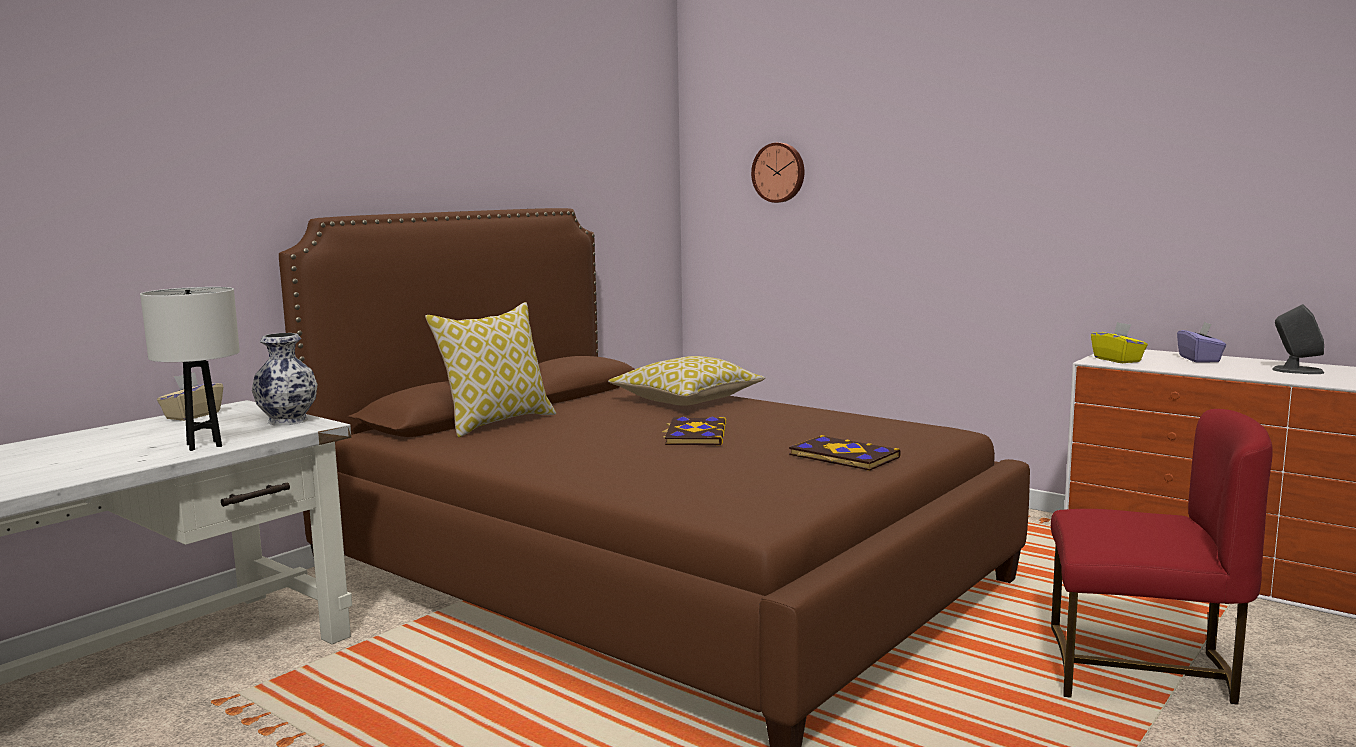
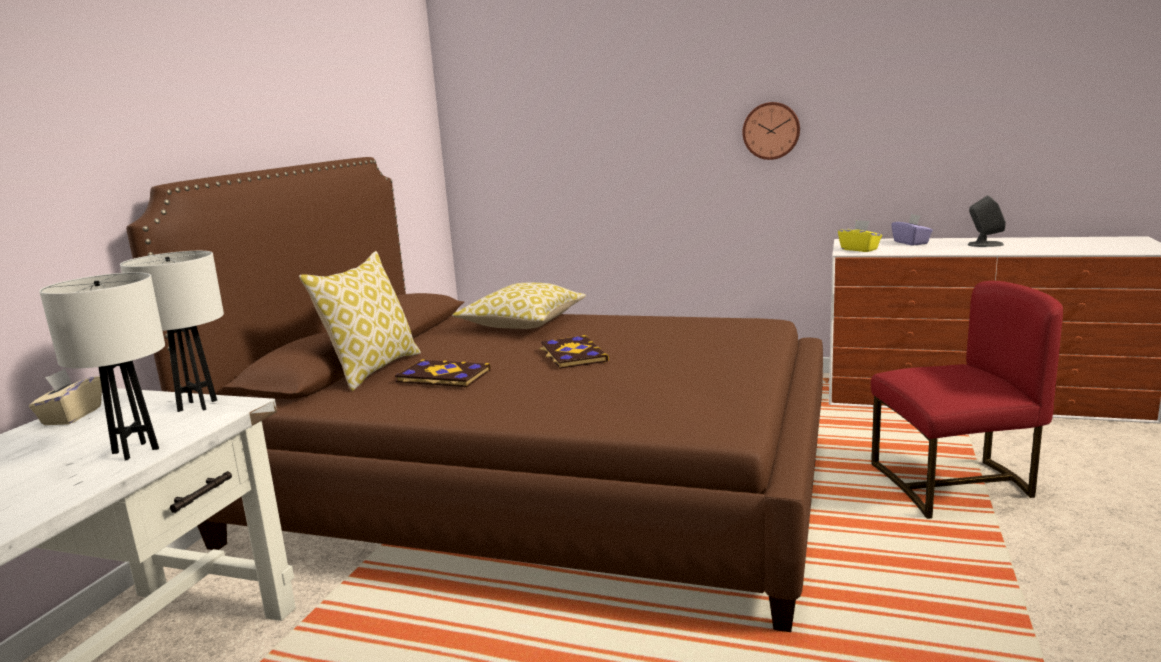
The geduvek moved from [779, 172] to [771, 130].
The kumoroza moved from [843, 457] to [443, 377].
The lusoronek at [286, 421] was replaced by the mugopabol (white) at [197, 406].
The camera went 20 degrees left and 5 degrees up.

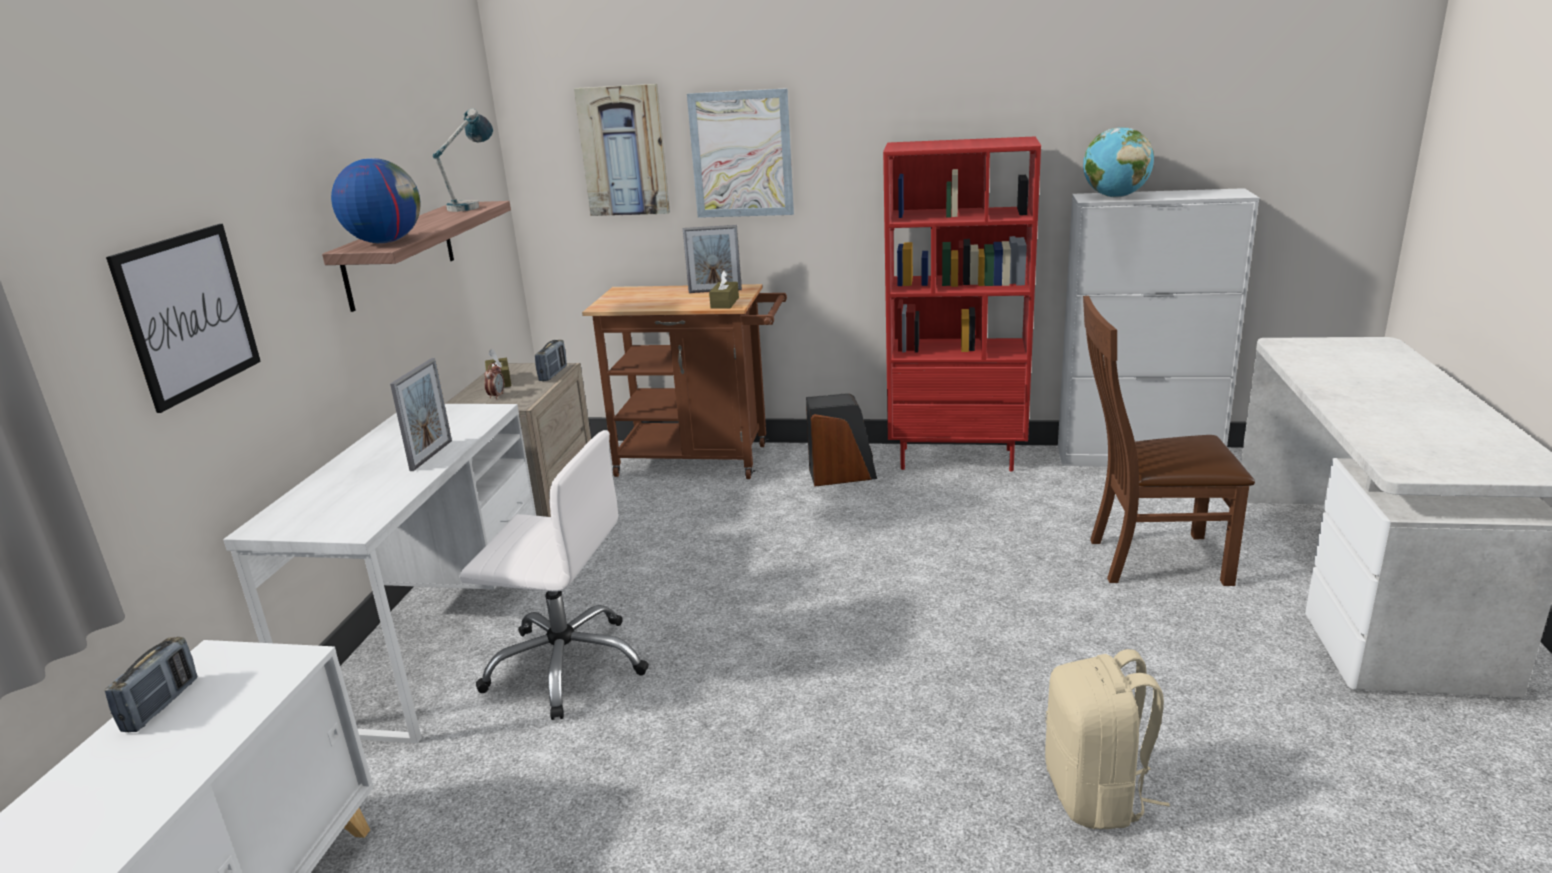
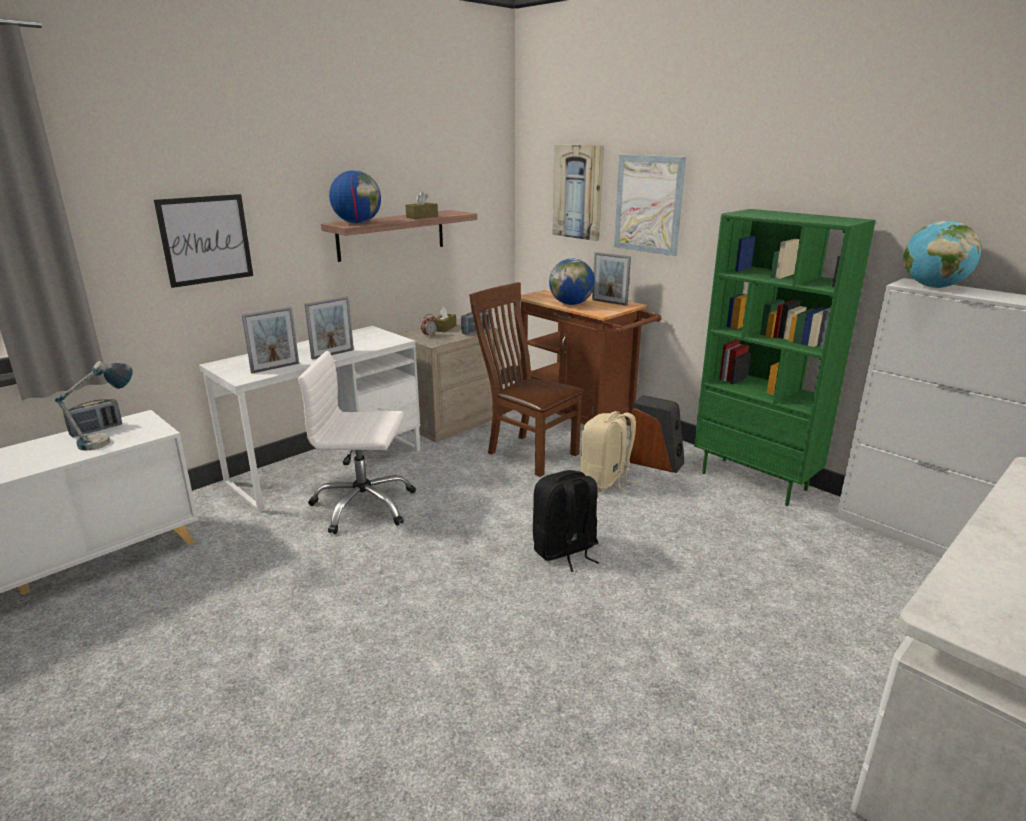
The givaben at [275, 368] appeared.
The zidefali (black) at [565, 551] appeared.
The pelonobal at [571, 304] appeared.
The mugopabol moved from [473, 206] to [109, 441].
The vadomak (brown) moved from [724, 303] to [422, 217].
The zidefali (beige) moved from [1096, 795] to [606, 481].
The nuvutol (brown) moved from [1148, 559] to [527, 452].
The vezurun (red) at [957, 458] became the vezurun (green) at [755, 481].
The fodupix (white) at [566, 665] turned 135 degrees clockwise.
The camera went 35 degrees right and 0 degrees up.

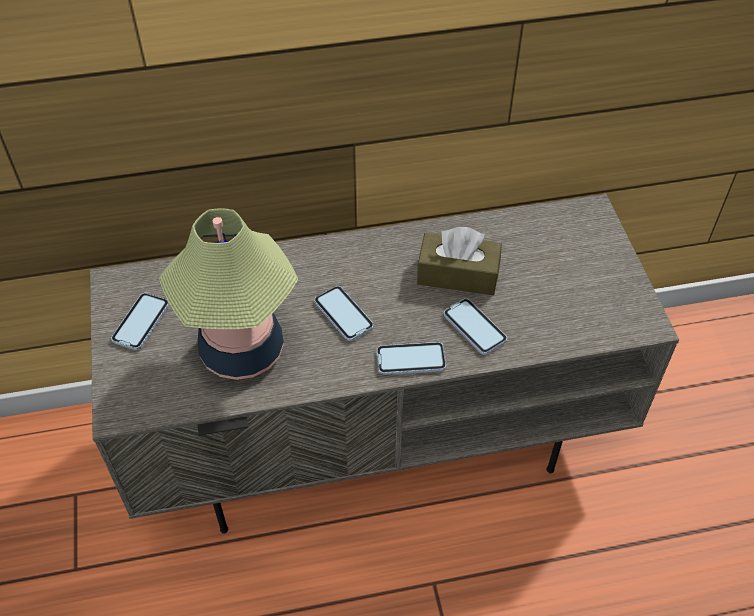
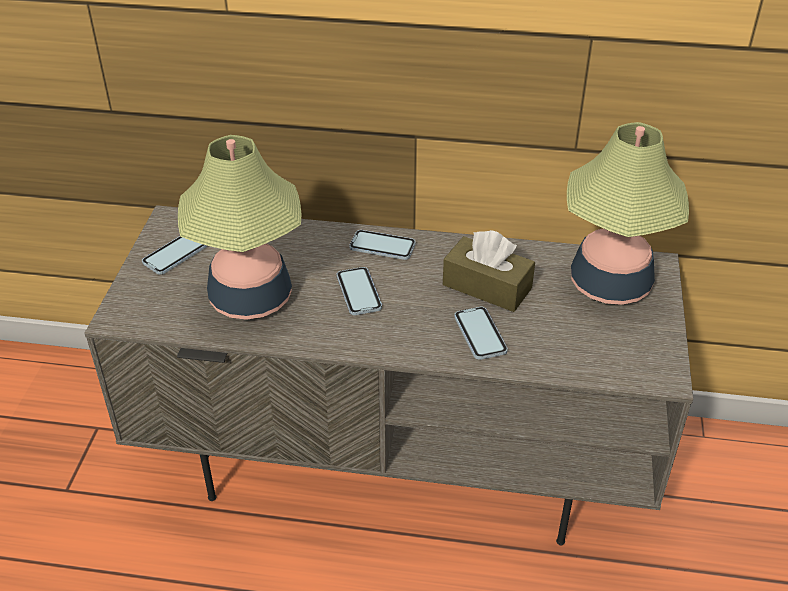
The mugopabol at [610, 283] appeared.
The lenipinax moved from [411, 360] to [382, 246].
The camera went 20 degrees right and 10 degrees down.

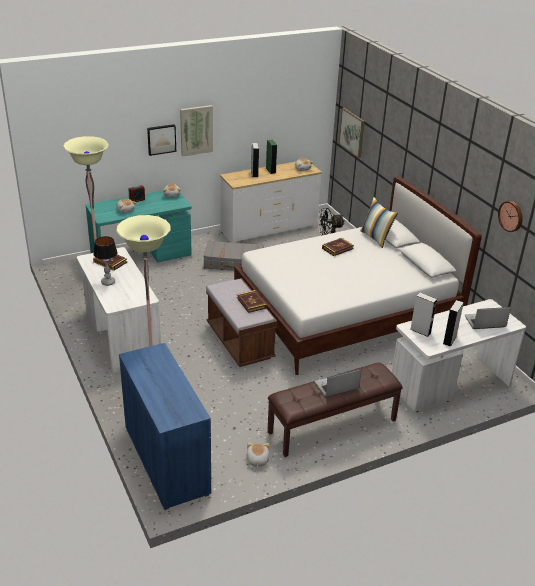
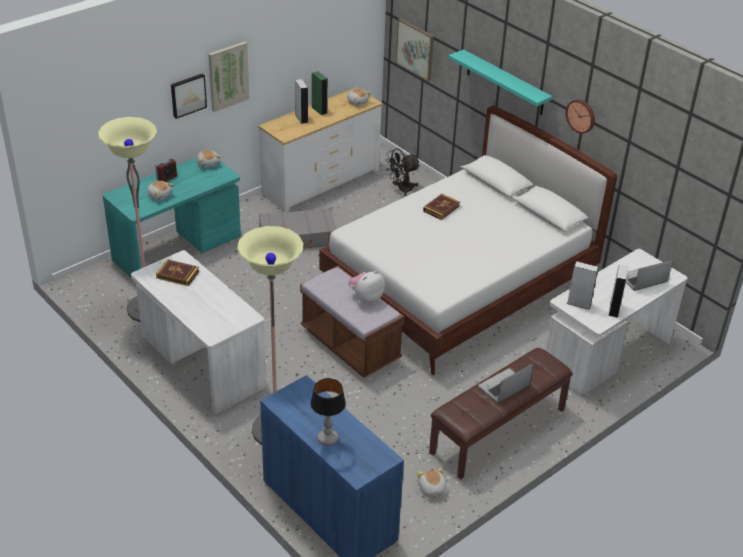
The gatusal at [376, 238] disappeared.
The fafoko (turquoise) at [505, 83] appeared.
The mugopabol moved from [108, 282] to [328, 439].
The geduvek moved from [511, 216] to [581, 115].
The kumoroza at [251, 303] was replaced by the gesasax at [366, 298].
The camera went 15 degrees left and 5 degrees up.

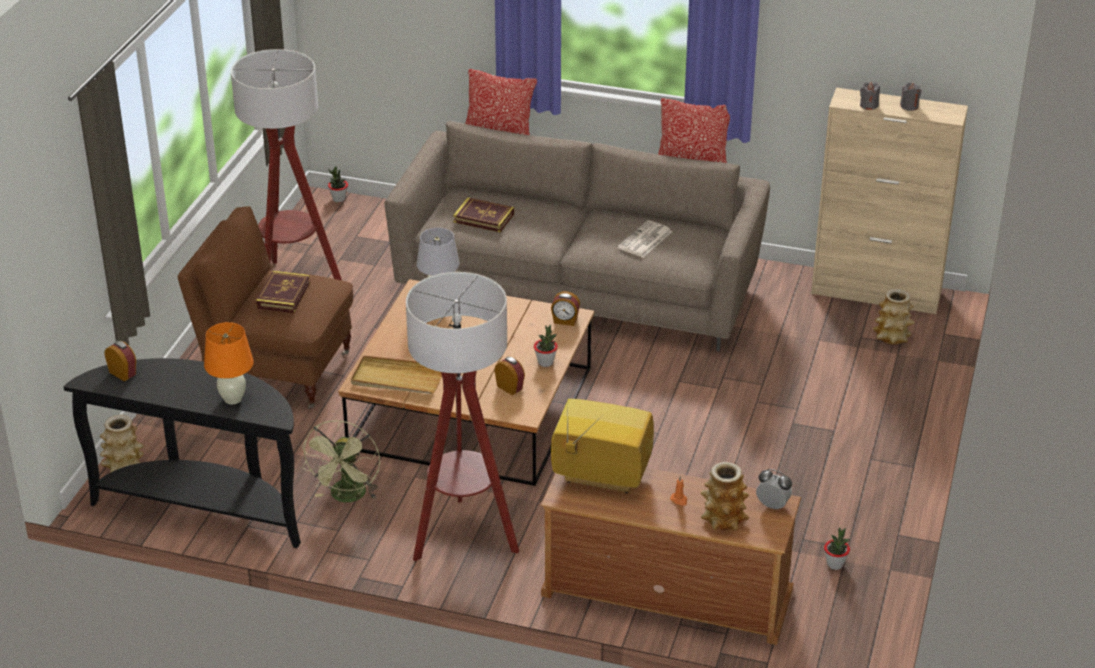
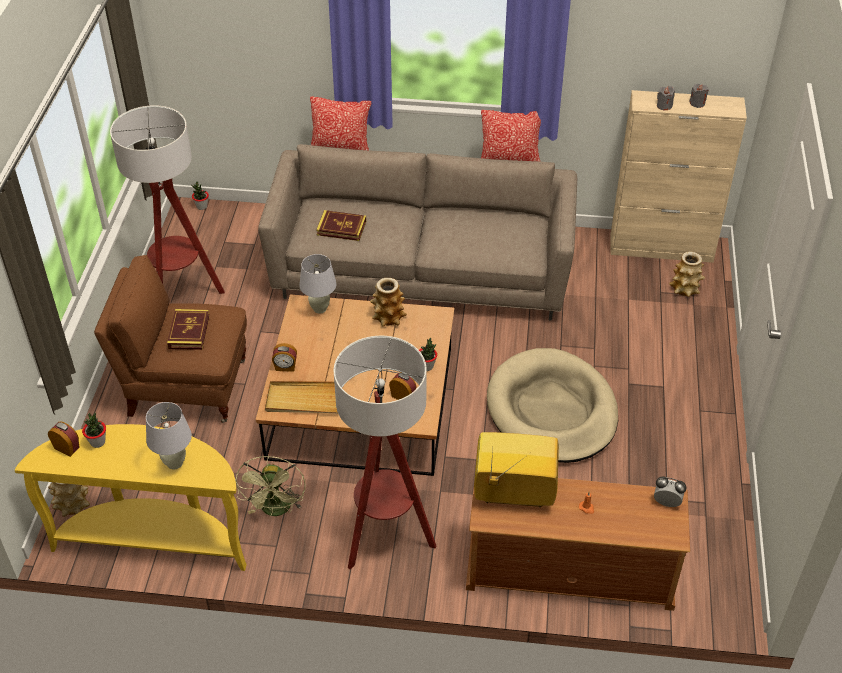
The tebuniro at [645, 240] disappeared.
The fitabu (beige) at [552, 410] appeared.
The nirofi moved from [565, 321] to [285, 367].
The lusoronek moved from [723, 519] to [388, 317].
The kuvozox moved from [835, 564] to [98, 442].
The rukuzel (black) at [205, 507] became the rukuzel (yellow) at [154, 539].
The mugopabol (orange) at [233, 399] became the mugopabol (white) at [174, 463].
The camera went 10 degrees left and 10 degrees up.

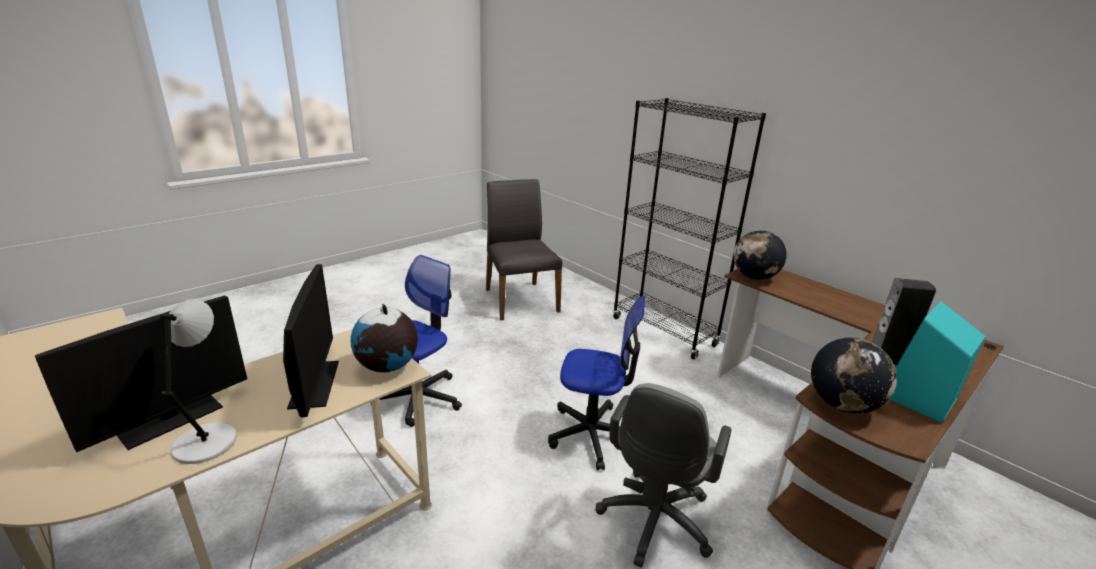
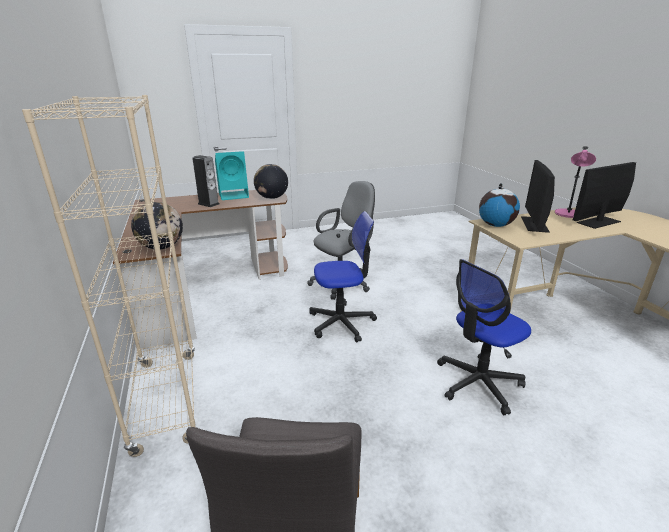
The mugopabol (grey) at [207, 441] became the mugopabol (pink) at [568, 214].
The vezurun (black) at [664, 332] became the vezurun (beige) at [166, 400].
The fodupix at [592, 434] turned 135 degrees clockwise.
The camera went 155 degrees left and 0 degrees up.

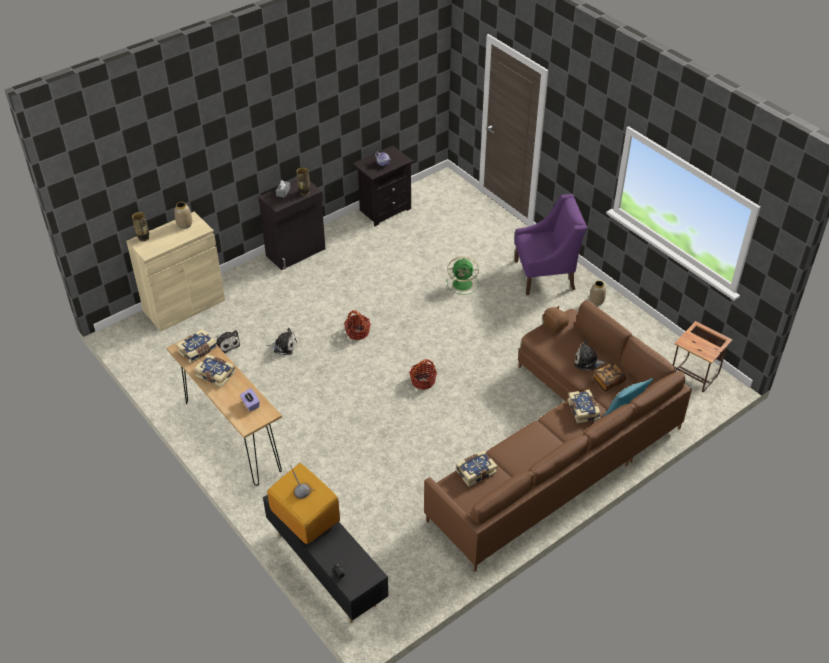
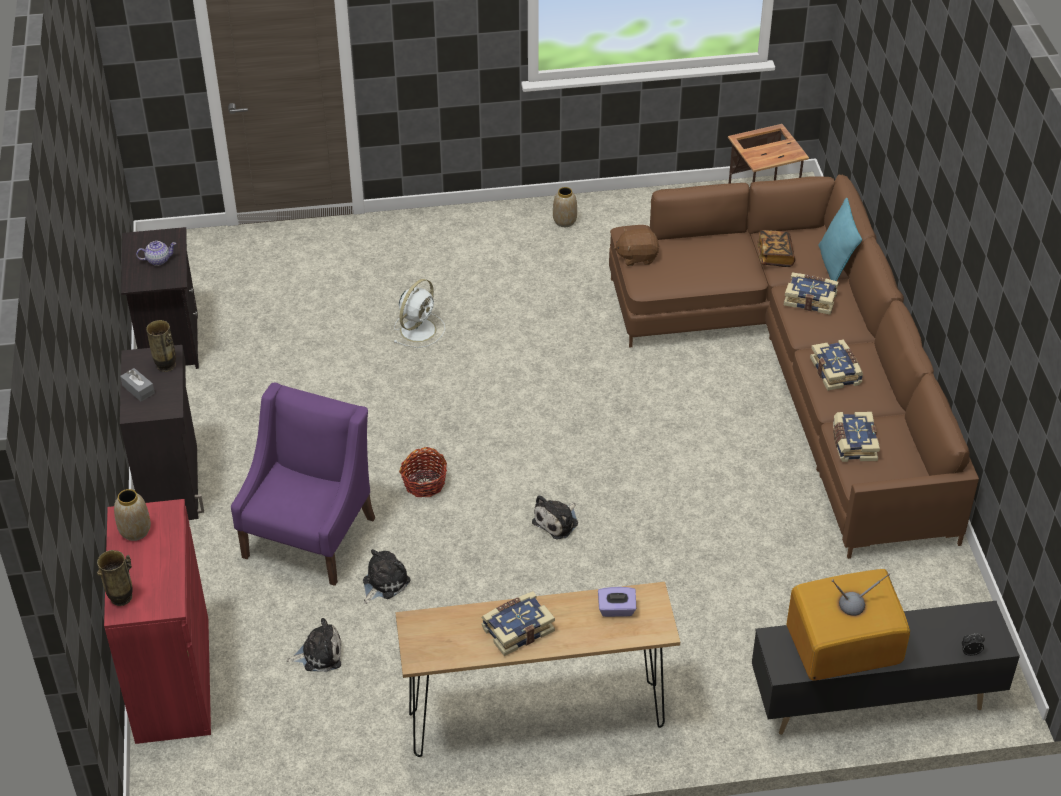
The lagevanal at [423, 381] disappeared.
The kumoroza moved from [198, 351] to [836, 371].
The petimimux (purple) moved from [545, 275] to [310, 536].
The gesasax moved from [587, 361] to [557, 522].
The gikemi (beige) at [184, 306] became the gikemi (red) at [172, 679].
The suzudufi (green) at [463, 284] became the suzudufi (white) at [419, 329].
The camera went 60 degrees left and 0 degrees up.

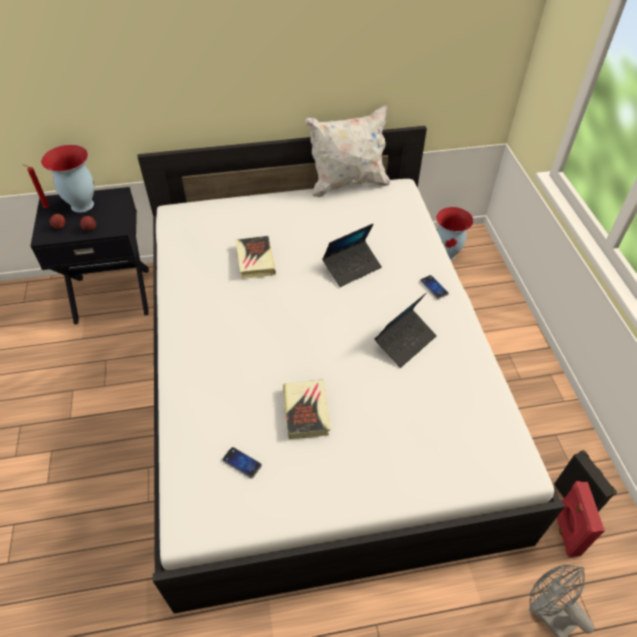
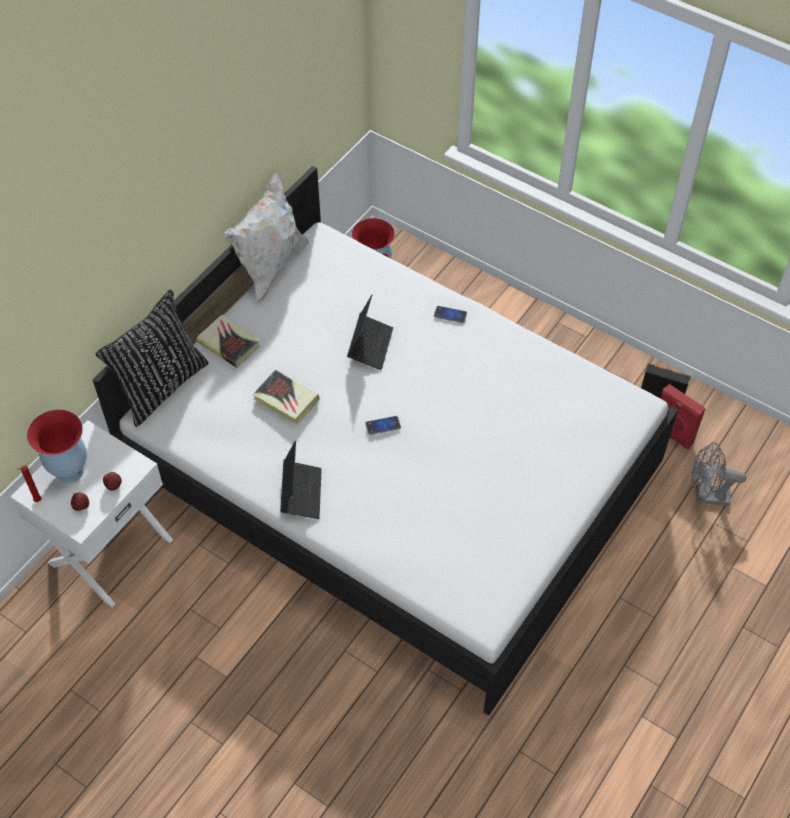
The gatusal (black) at [161, 386] appeared.
The lenipinax moved from [242, 463] to [383, 426].
The kumoroza moved from [306, 411] to [229, 344].
The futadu moved from [405, 341] to [301, 493].
The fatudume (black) at [112, 293] became the fatudume (white) at [109, 550].
The camera went 45 degrees left and 5 degrees up.

